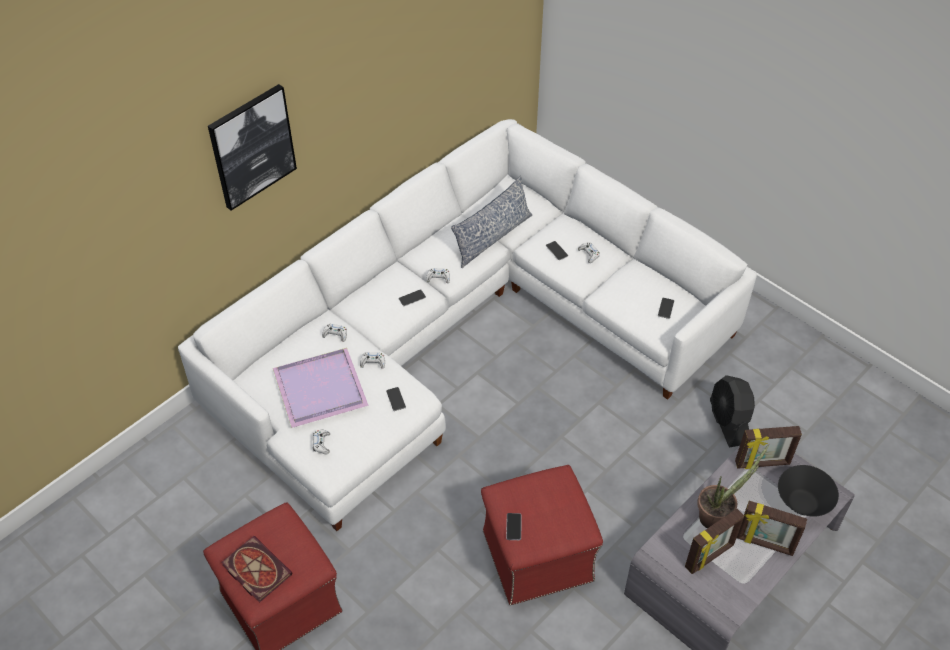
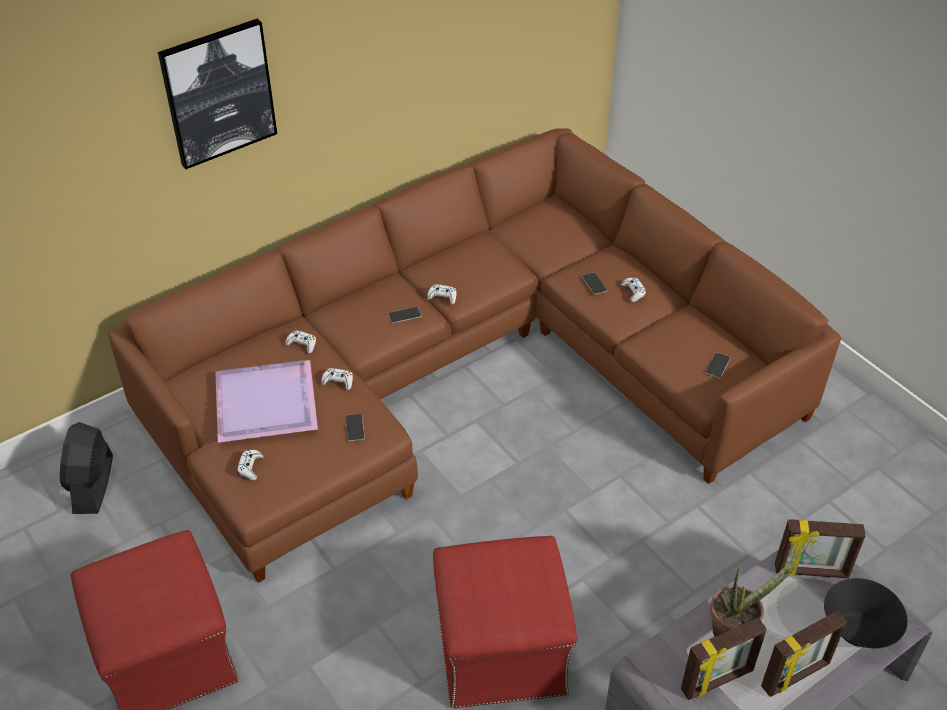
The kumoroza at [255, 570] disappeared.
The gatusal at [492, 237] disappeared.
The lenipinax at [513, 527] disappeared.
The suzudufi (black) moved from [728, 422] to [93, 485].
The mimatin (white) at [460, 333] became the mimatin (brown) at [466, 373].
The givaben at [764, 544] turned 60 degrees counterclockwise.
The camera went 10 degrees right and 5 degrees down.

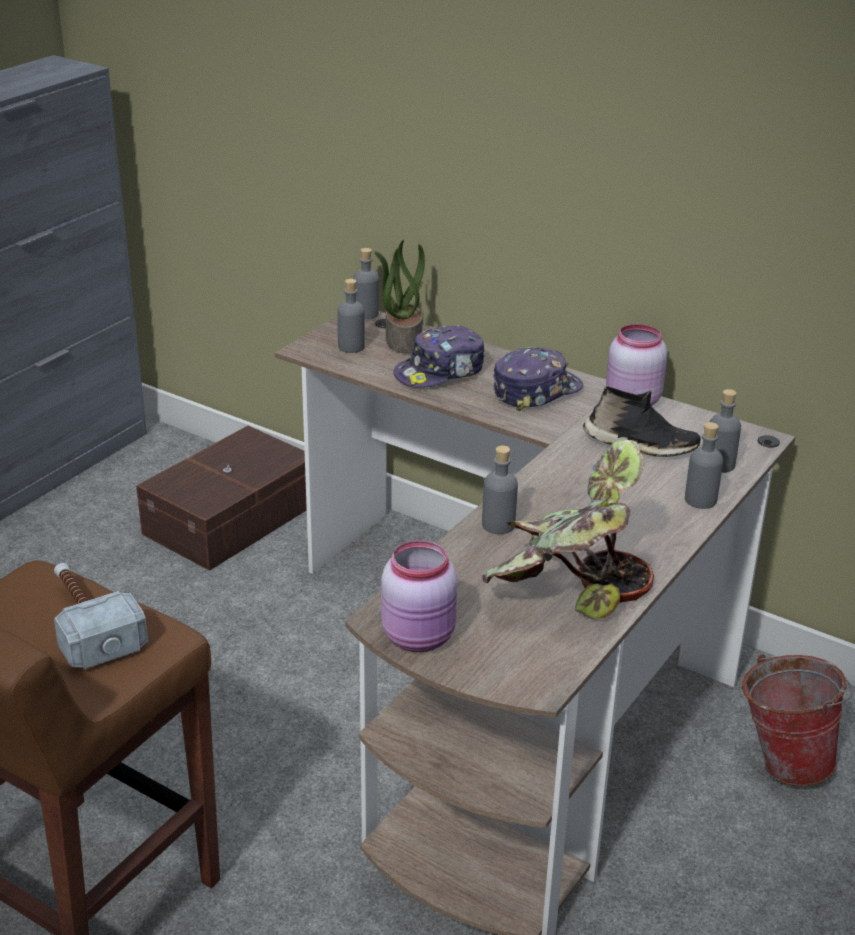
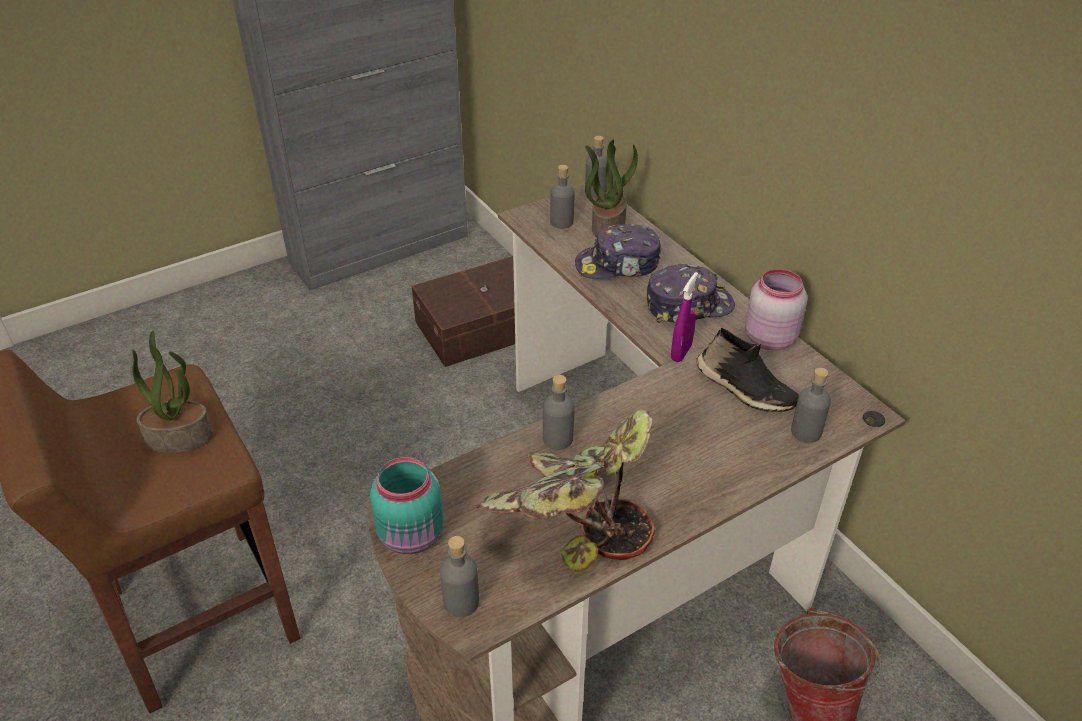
The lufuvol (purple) at [681, 352] appeared.
The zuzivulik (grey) moved from [700, 500] to [461, 602].
The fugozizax at [87, 623] was replaced by the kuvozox at [181, 436].
The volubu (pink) at [420, 637] became the volubu (turquoise) at [412, 536].
The camera went 25 degrees right and 10 degrees up.

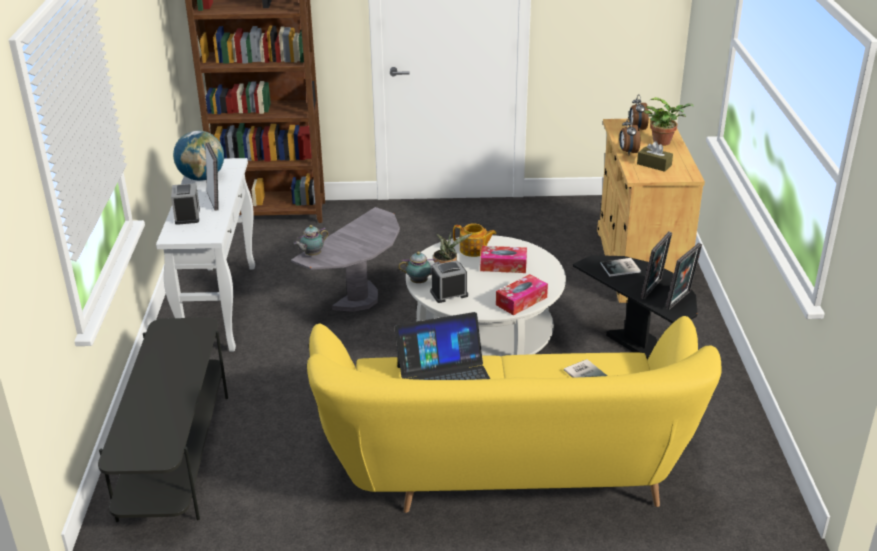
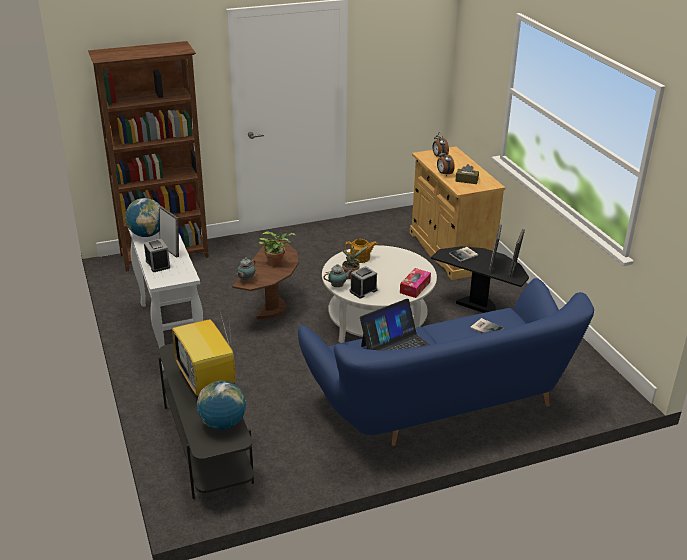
The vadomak at [503, 266] disappeared.
The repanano at [207, 381] appeared.
The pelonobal at [222, 424] appeared.
The kuvozox moved from [664, 142] to [277, 262].
The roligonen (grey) at [358, 299] became the roligonen (brown) at [271, 308].
The mimatin (yellow) at [505, 471] became the mimatin (blue) at [442, 405].
The camera went 20 degrees left and 0 degrees up.

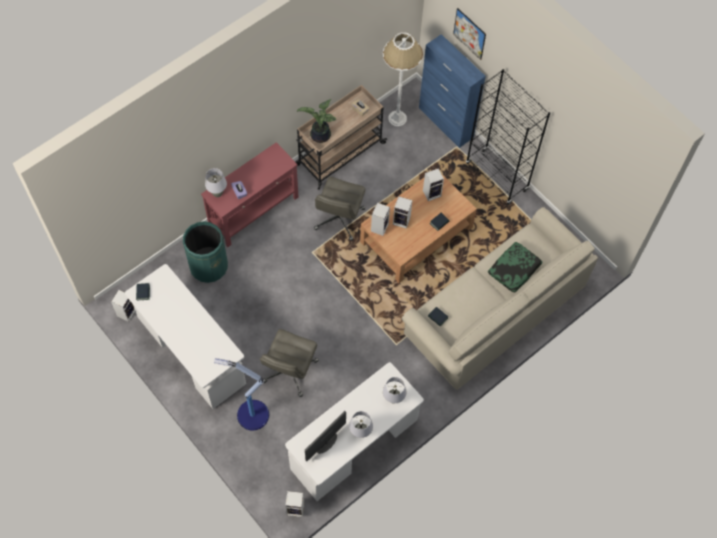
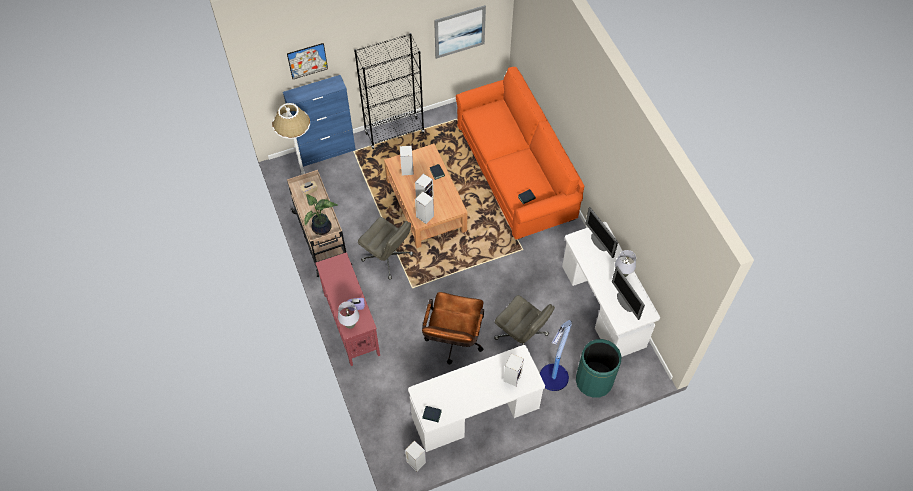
The gatusal at [514, 269] disappeared.
The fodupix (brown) at [453, 342] appeared.
The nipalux at [459, 31] appeared.
The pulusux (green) moved from [209, 266] to [594, 381].
The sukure moved from [296, 508] to [512, 376].
The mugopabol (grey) at [393, 399] was replaced by the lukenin at [599, 242].
The mimatin (beige) at [495, 311] became the mimatin (orange) at [516, 172].
The camera went 70 degrees left and 5 degrees down.

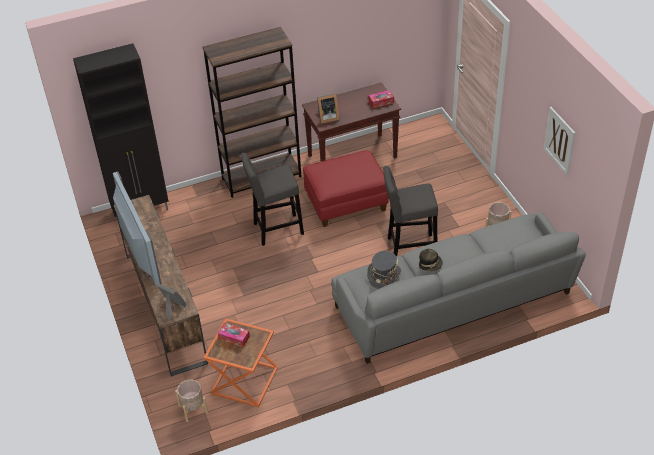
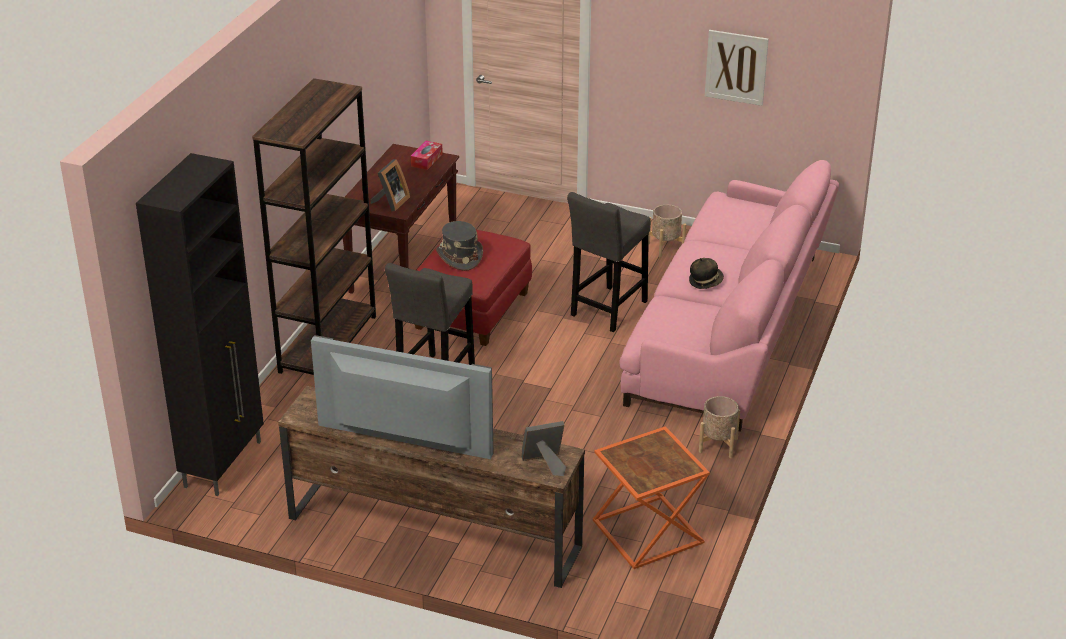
The vadomak at [234, 337] disappeared.
The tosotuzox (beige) moved from [193, 409] to [718, 445].
The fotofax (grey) moved from [384, 275] to [459, 257].
The mimatin (grey) at [453, 302] became the mimatin (pink) at [729, 329].
The camera went 50 degrees left and 10 degrees down.

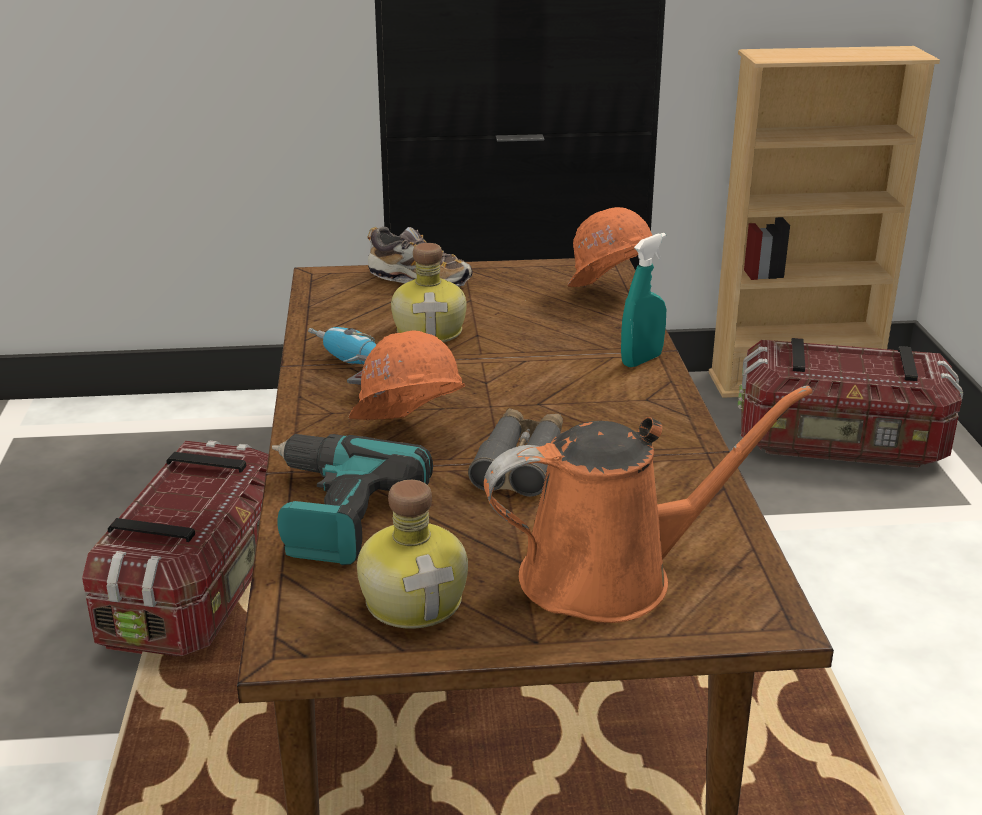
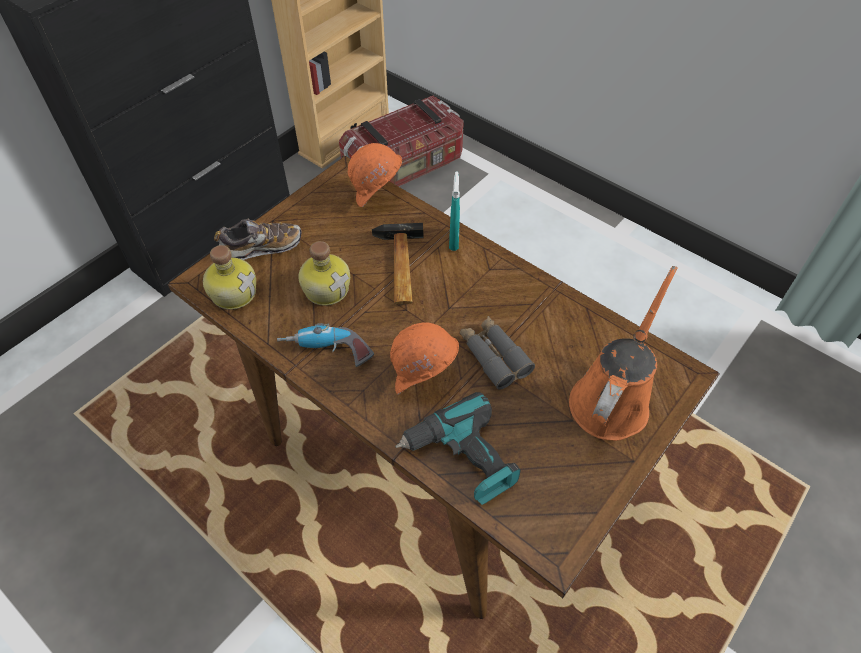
The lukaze at [201, 589] disappeared.
The fugozizax at [399, 268] appeared.
The zuzivulik moved from [415, 599] to [233, 292].
The camera went 45 degrees left and 25 degrees up.

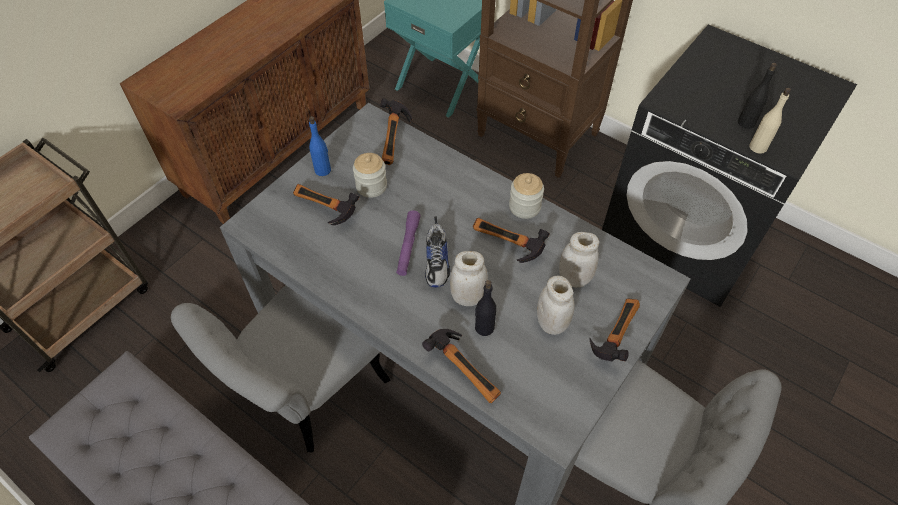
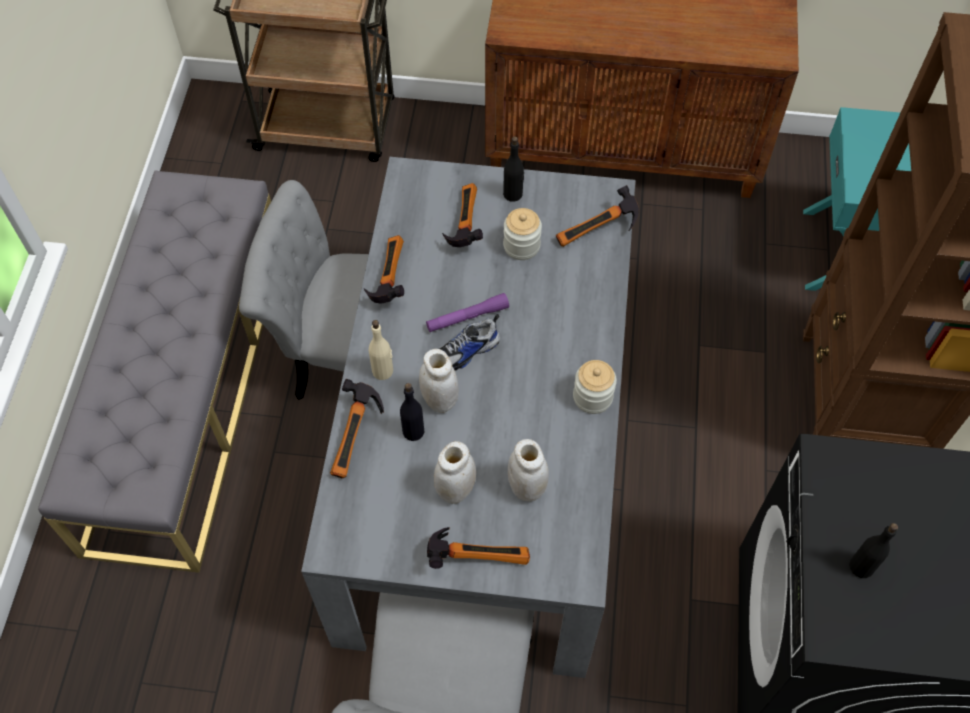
The fugozizax moved from [505, 247] to [386, 277].
The zuzivulik (beige) moved from [758, 147] to [383, 371].
The zuzivulik (blue) at [323, 170] became the zuzivulik (black) at [513, 194].
The camera went 60 degrees right and 5 degrees up.

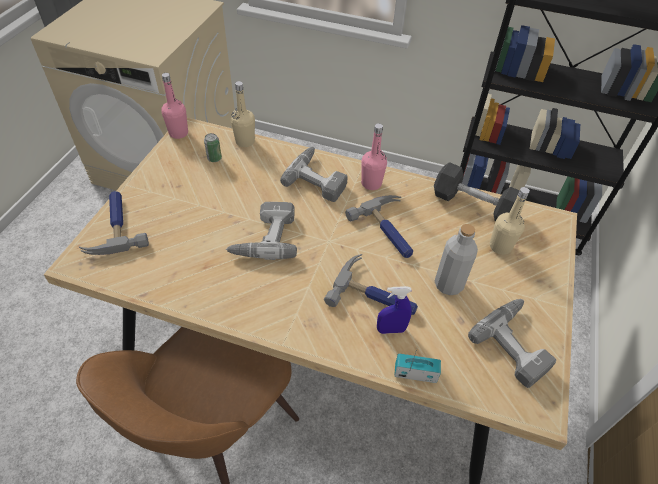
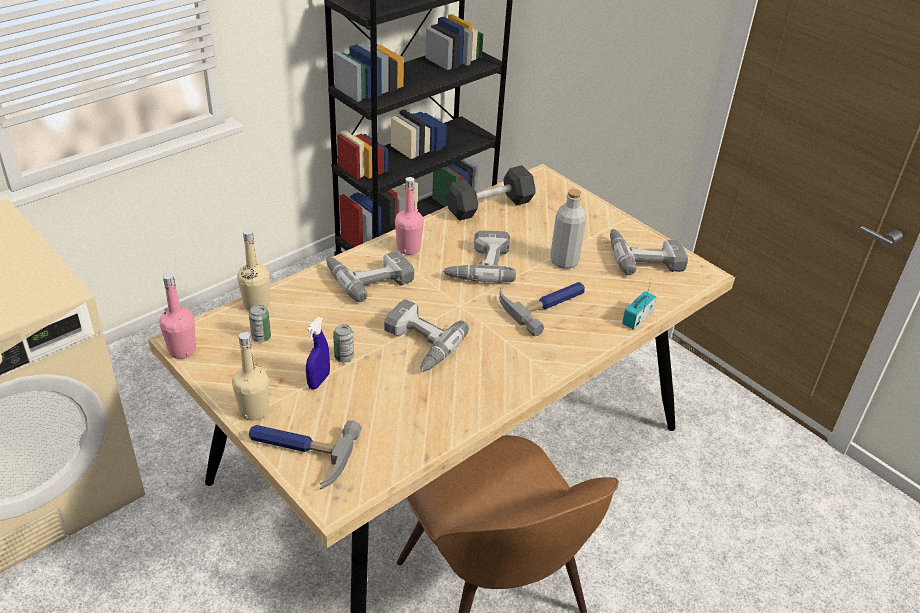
The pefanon at [344, 357] appeared.
The lufuvol (blue) moved from [391, 330] to [319, 381].
The zuzivulik (beige) moved from [500, 246] to [254, 411].
The fugozizax at [389, 231] was replaced by the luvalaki at [478, 265].
The camera went 60 degrees left and 10 degrees down.

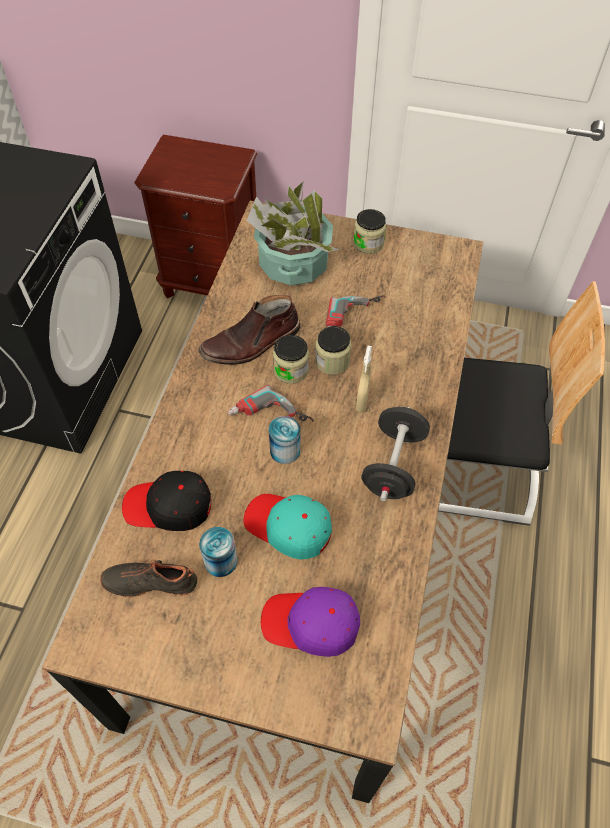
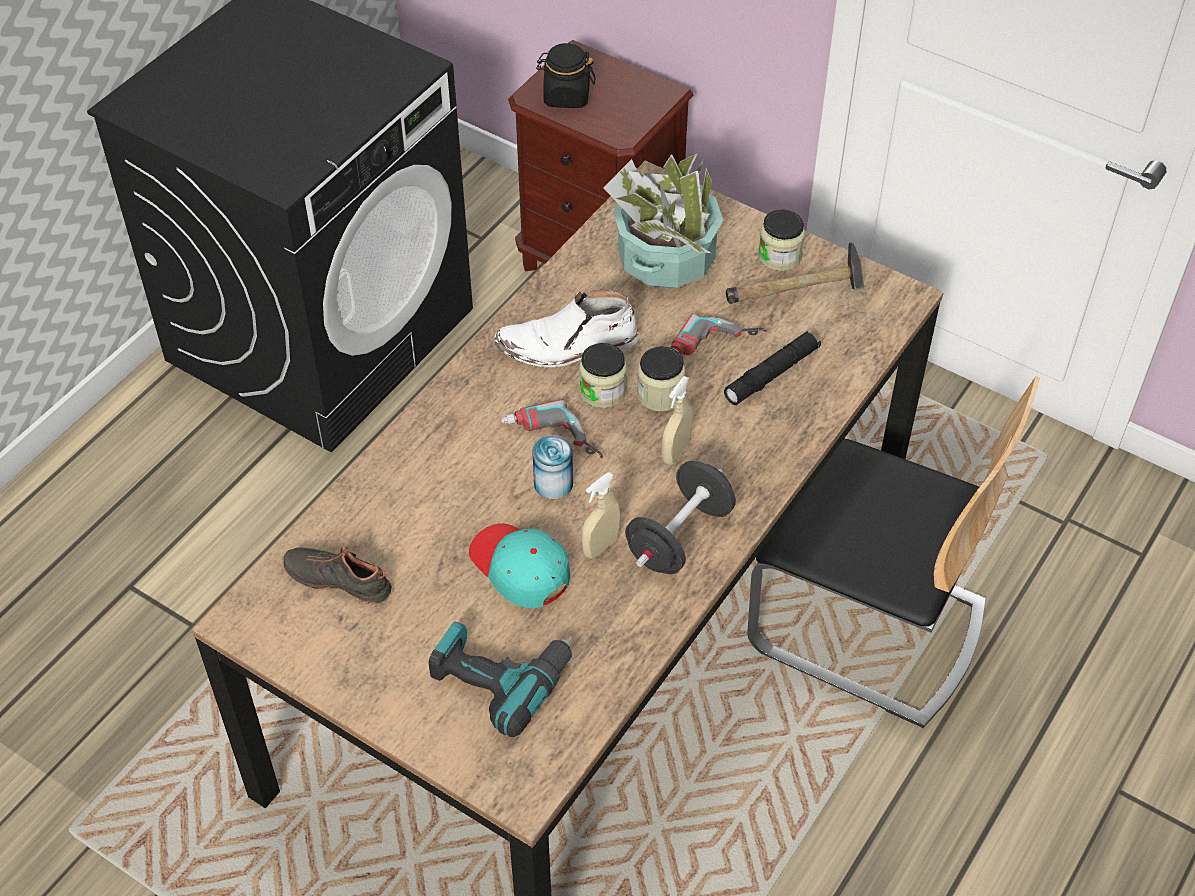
The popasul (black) at [169, 506] disappeared.
The pefanon at [220, 561] disappeared.
The volubu (black) at [566, 96] appeared.
The lufuvol (beige) at [600, 546] appeared.
The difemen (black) at [772, 374] appeared.
The fugozizax at [797, 294] appeared.
The popasul (purple) at [311, 624] was replaced by the luvalaki at [500, 676].
The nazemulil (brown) at [251, 344] became the nazemulil (white) at [567, 346].
The camera went 20 degrees right and 5 degrees down.

